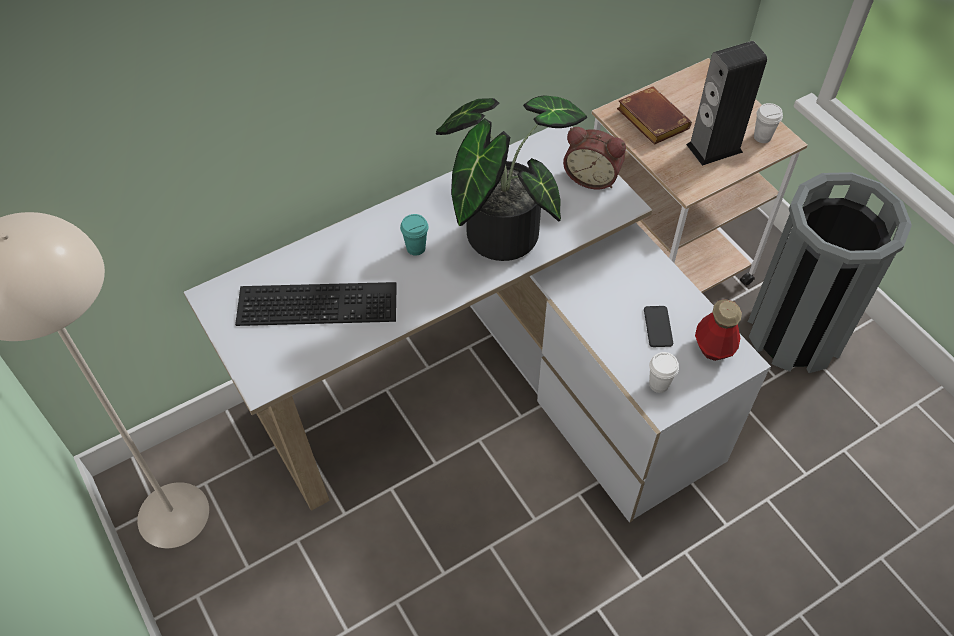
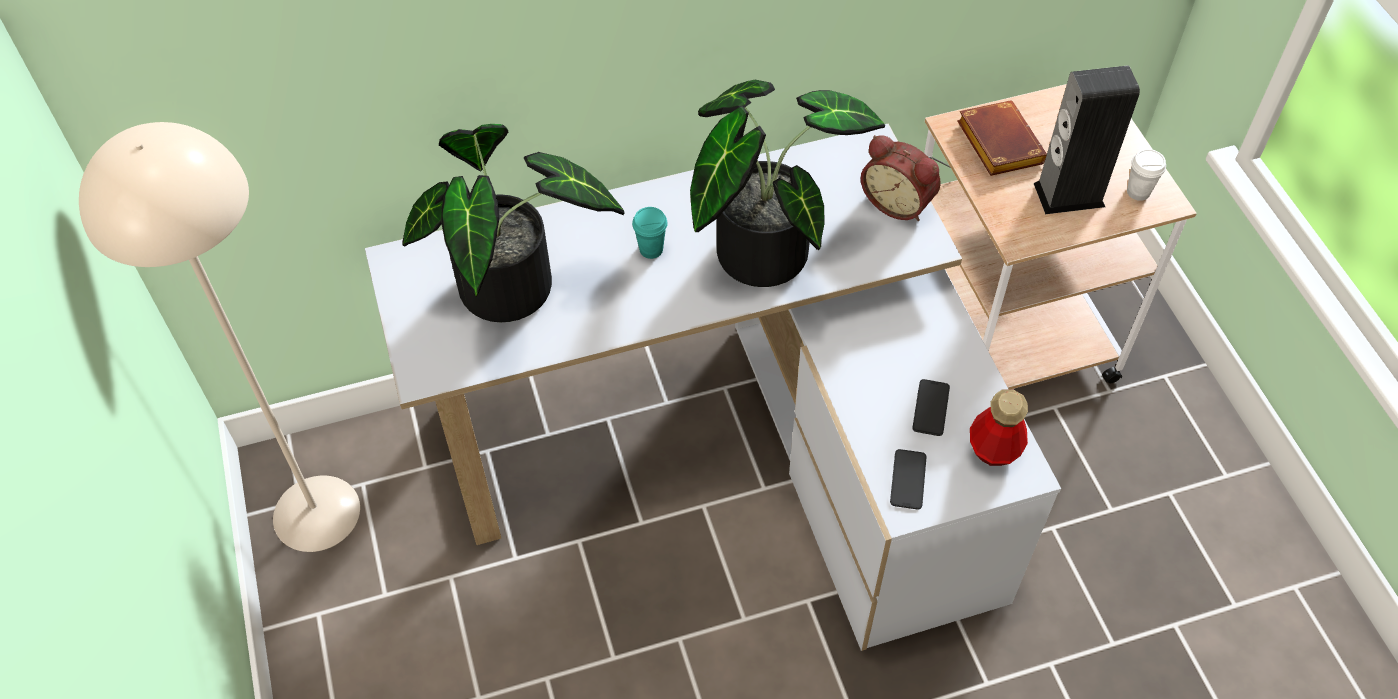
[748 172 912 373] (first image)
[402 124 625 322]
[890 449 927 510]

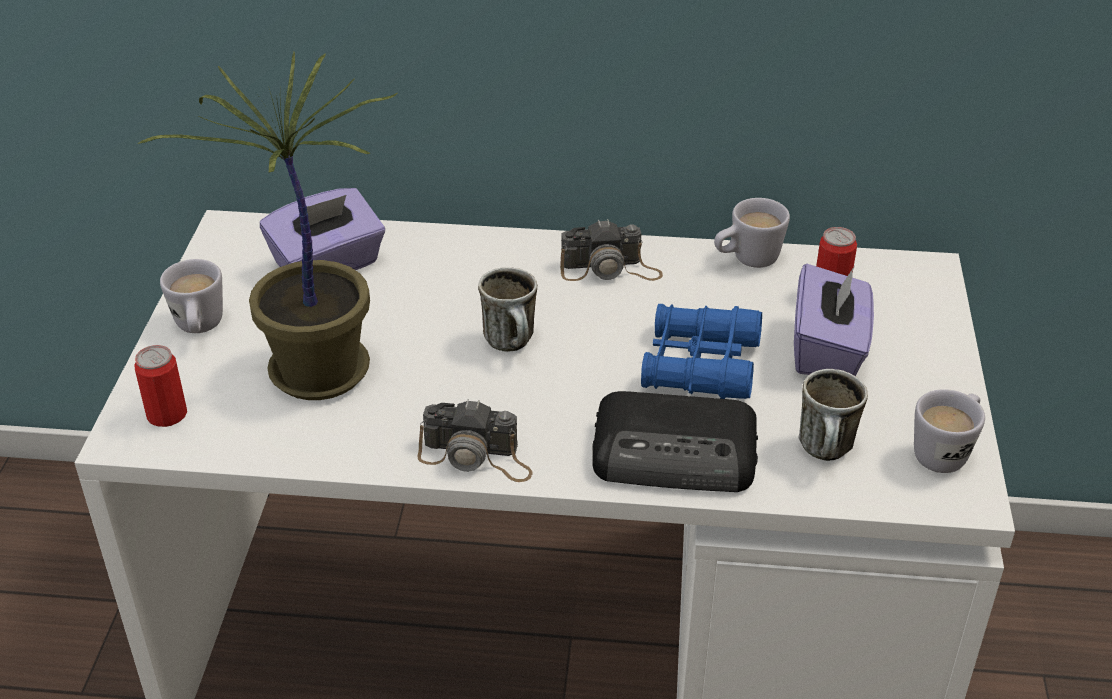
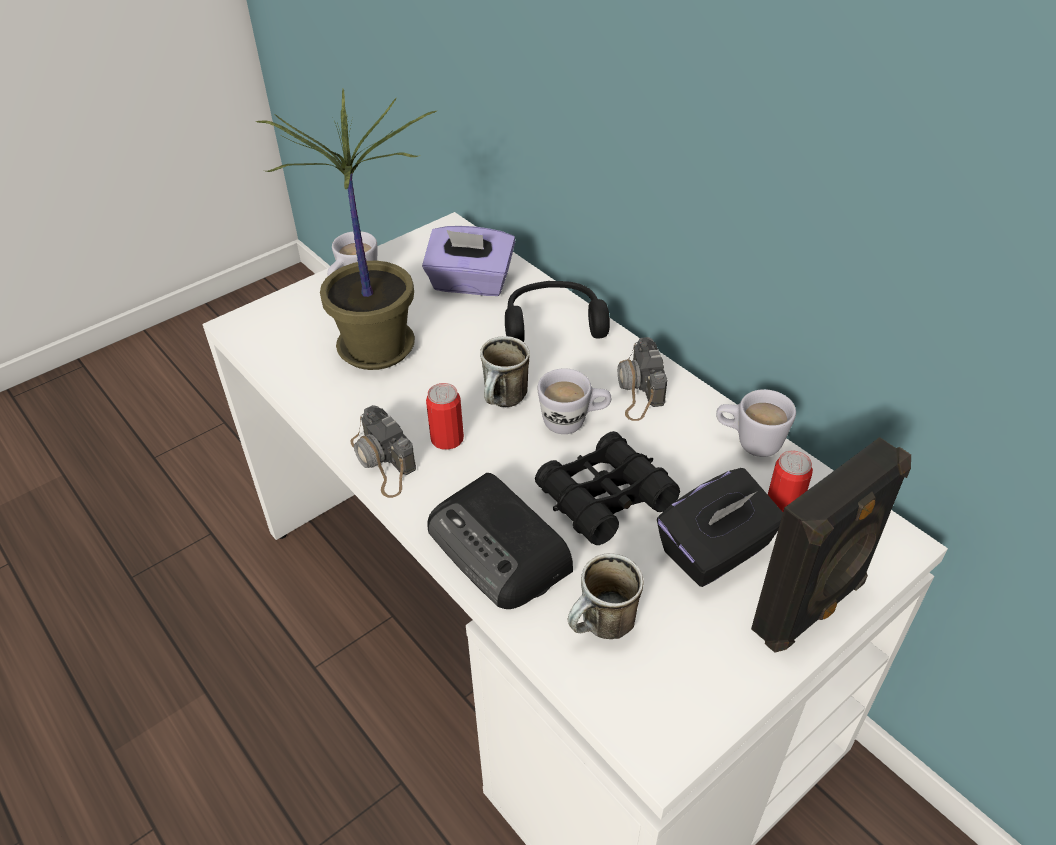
[505 281 610 342]
[751 437 911 653]
[426 383 464 450]
[538 369 611 434]
[535 431 680 545]
[657 468 783 587]
[618 337 667 421]

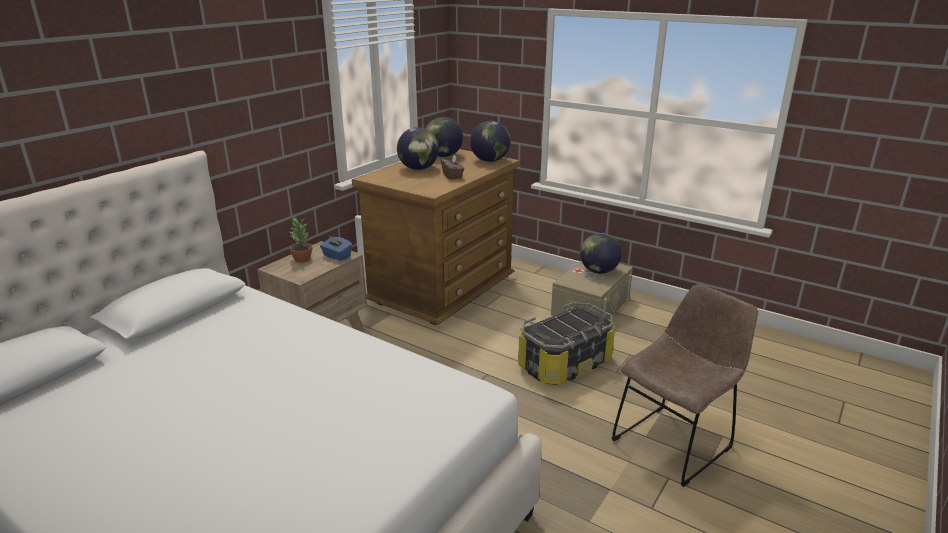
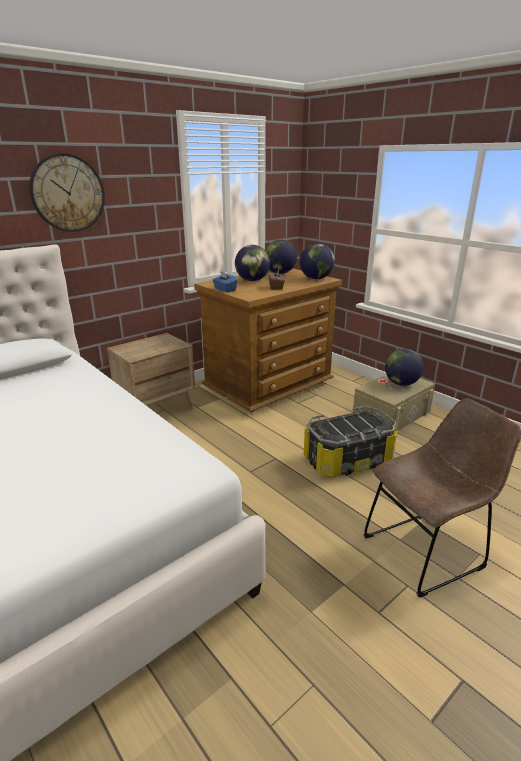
[290 216 313 263] (first image)
[29 153 105 232]
[213 271 238 292]

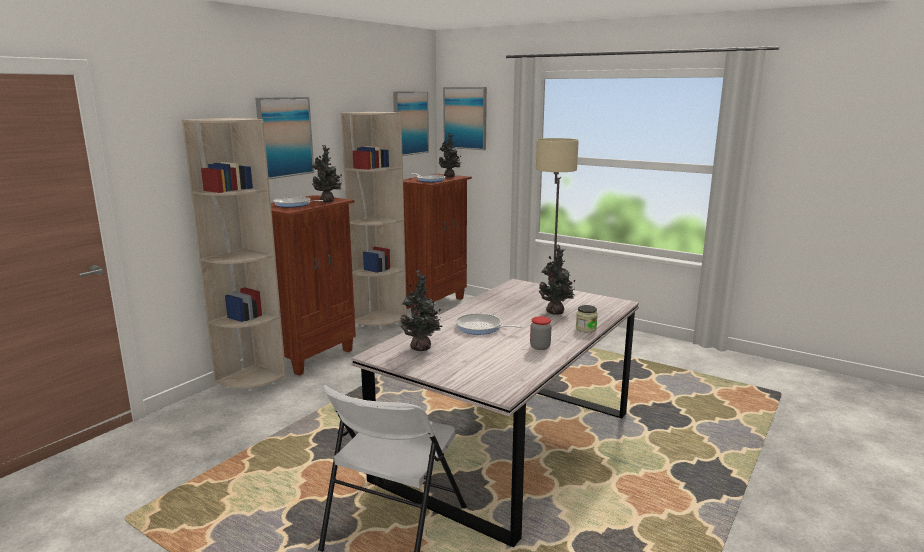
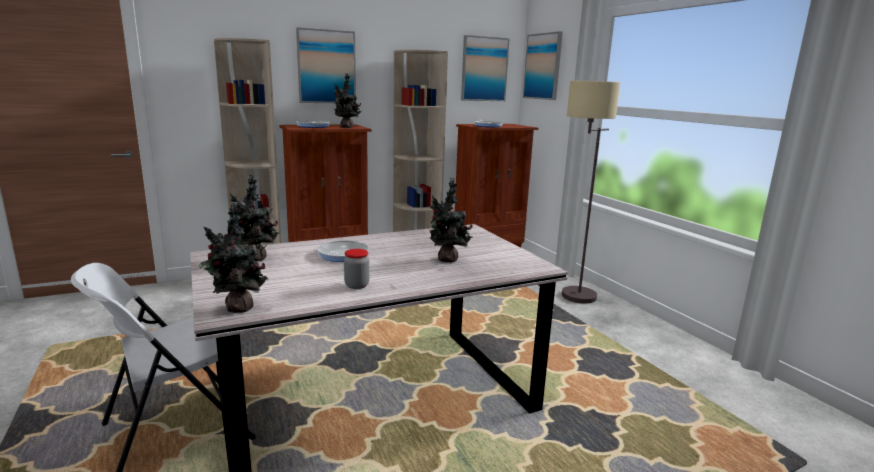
[576 305 598 332] (first image)
[199 202 268 313]

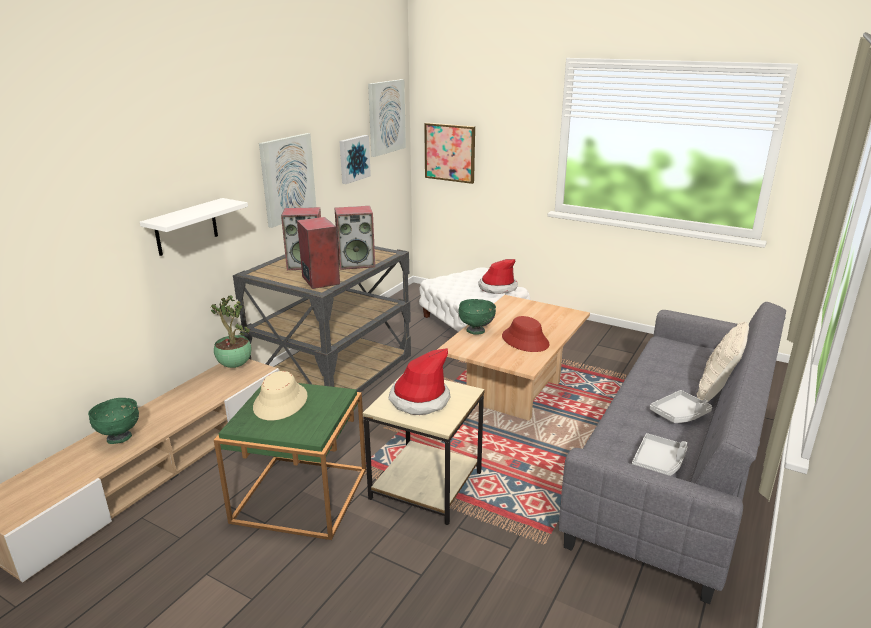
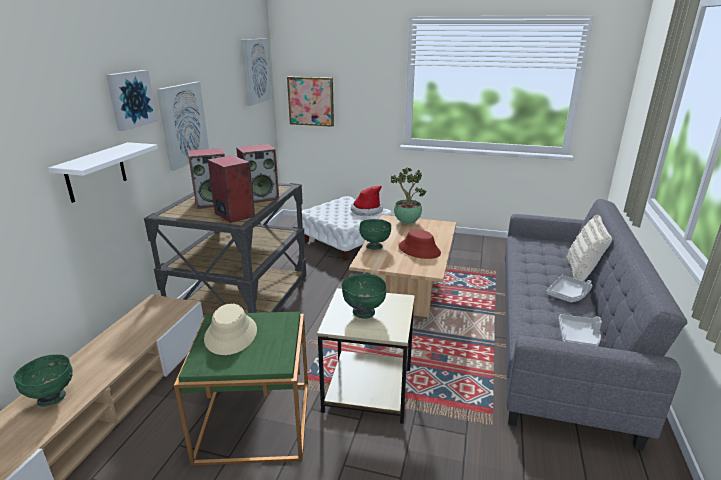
[391 167 426 224]
[106 70 157 131]
[342 274 387 319]

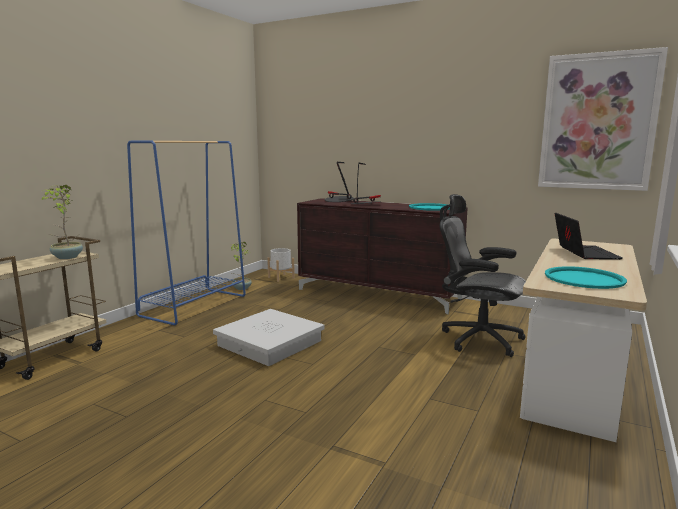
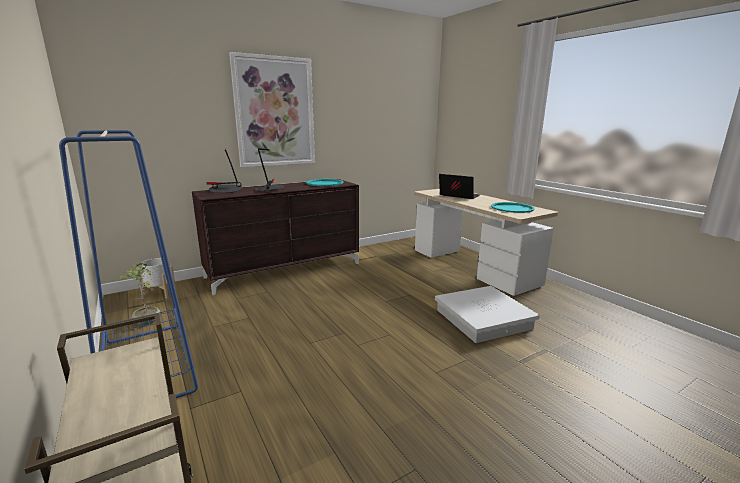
[42 185 83 259] (first image)
[439 194 526 357] (first image)
[435 286 540 343]
[229 52 315 167]

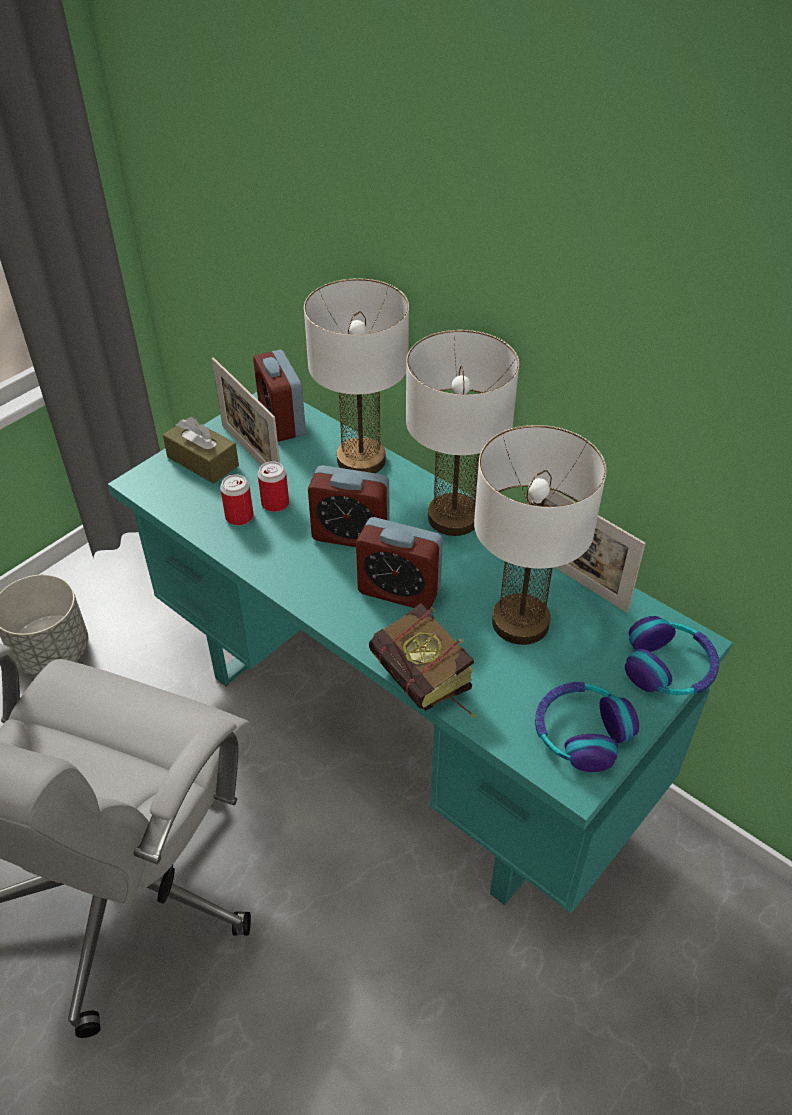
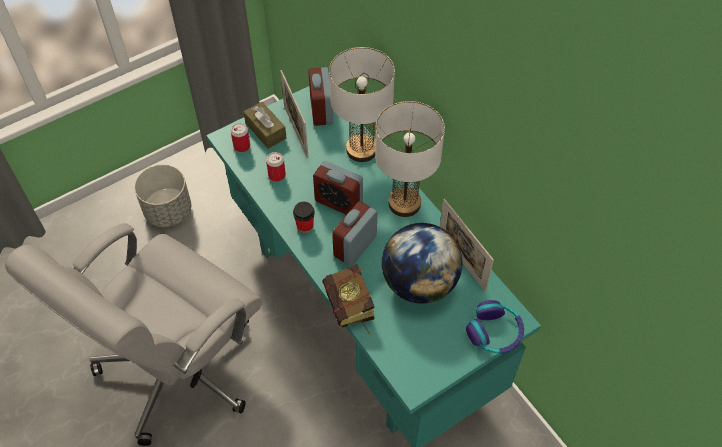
[535 682 639 772] (first image)
[293 202 315 233]
[231 123 250 152]
[382 223 462 304]
[332 201 377 266]

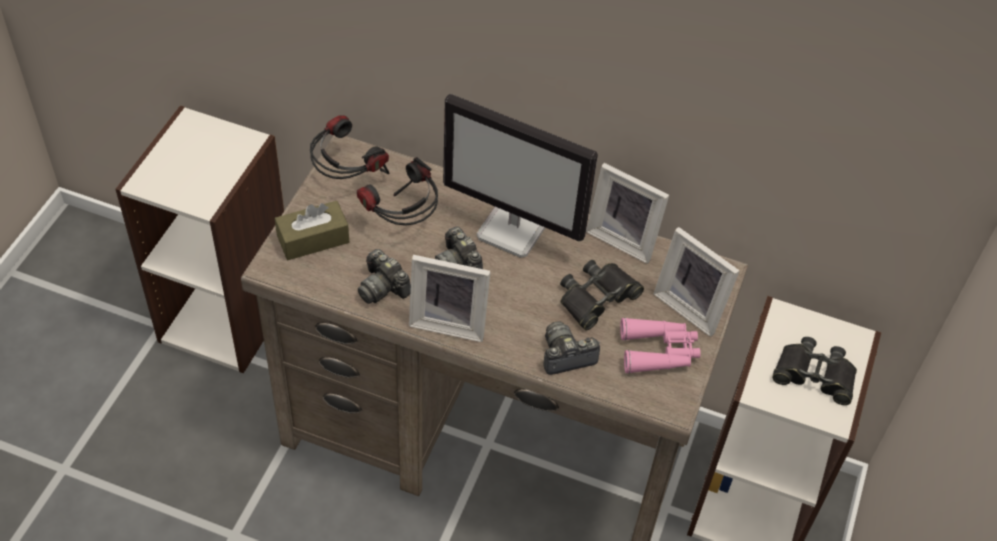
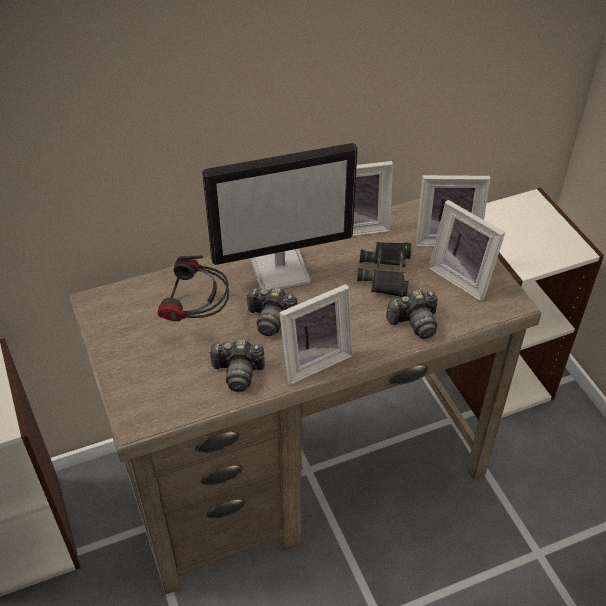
[275 201 349 260] (first image)
[310 115 390 179] (first image)
[772 337 857 405] (first image)
[429 200 505 302]
[386 290 438 339]

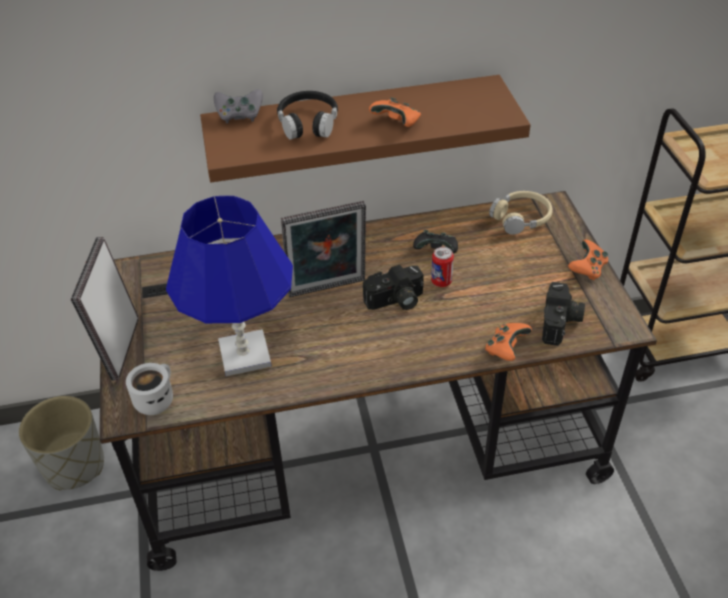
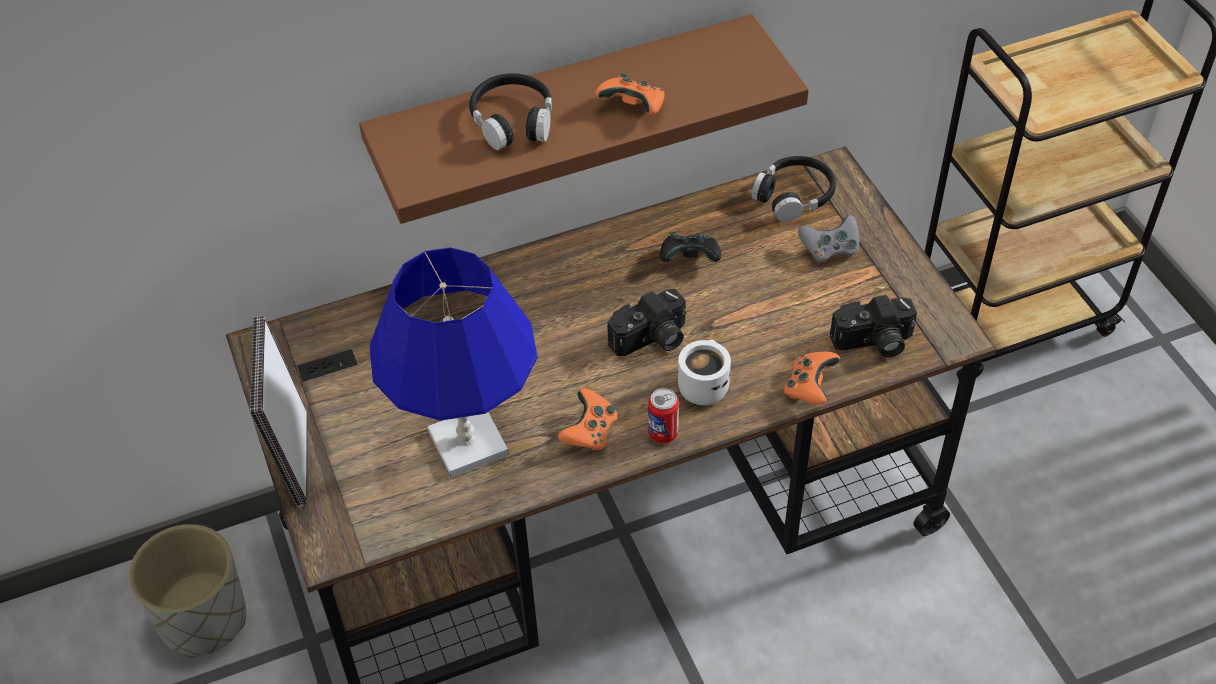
[281 201 366 298] (first image)
[678 340 731 405]
[798 215 859 264]
[648 388 679 443]
[558 389 618 451]
[751 156 836 222]
[830 295 917 357]

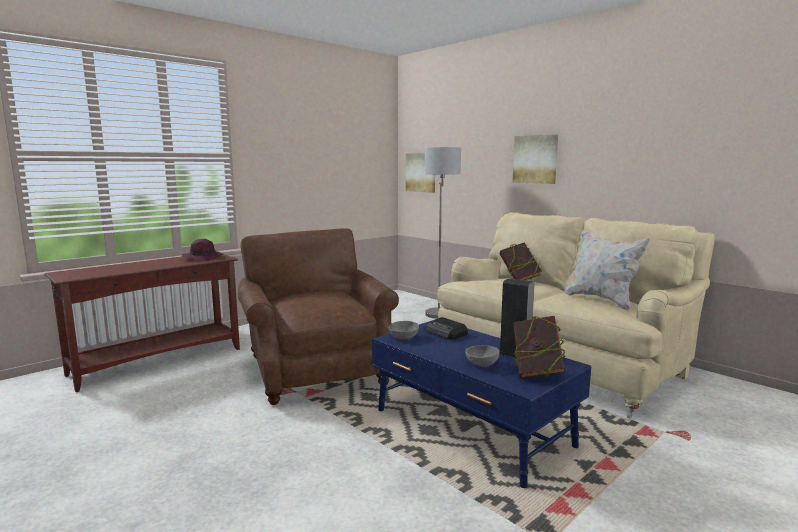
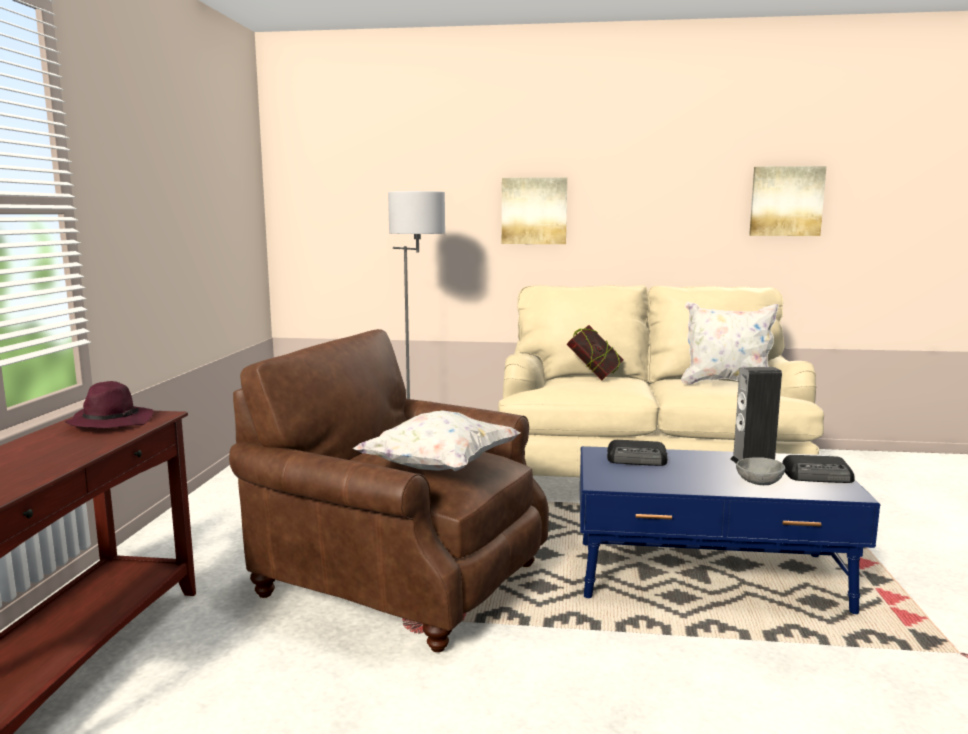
[389 321 419 339] (first image)
[353 410 520 471]
[749 166 827 236]
[782 455 855 483]

